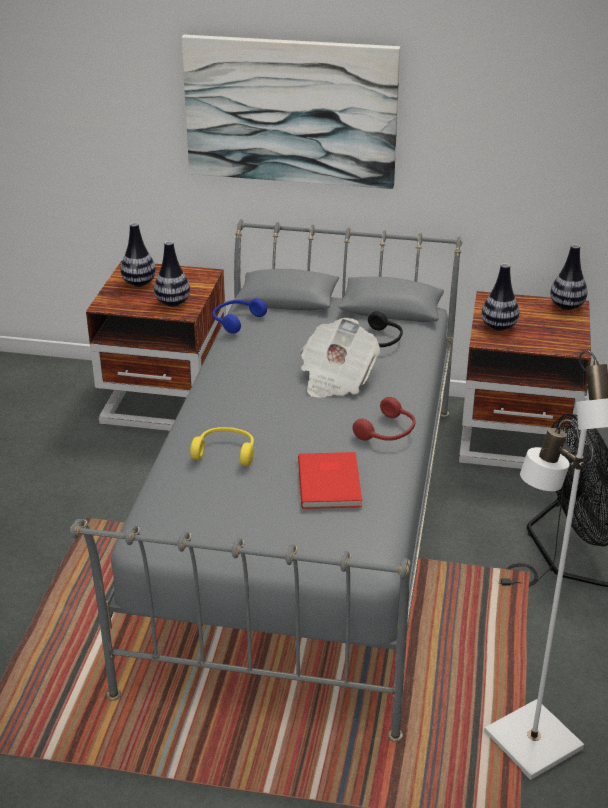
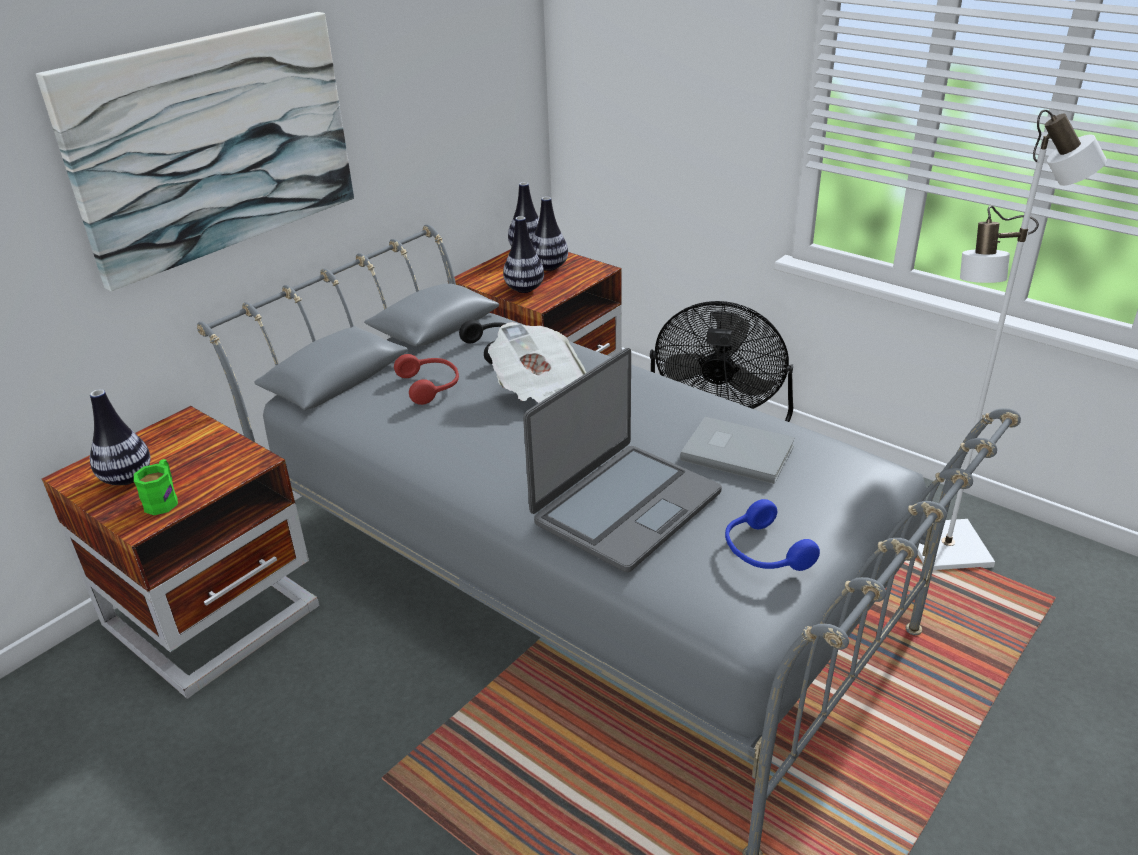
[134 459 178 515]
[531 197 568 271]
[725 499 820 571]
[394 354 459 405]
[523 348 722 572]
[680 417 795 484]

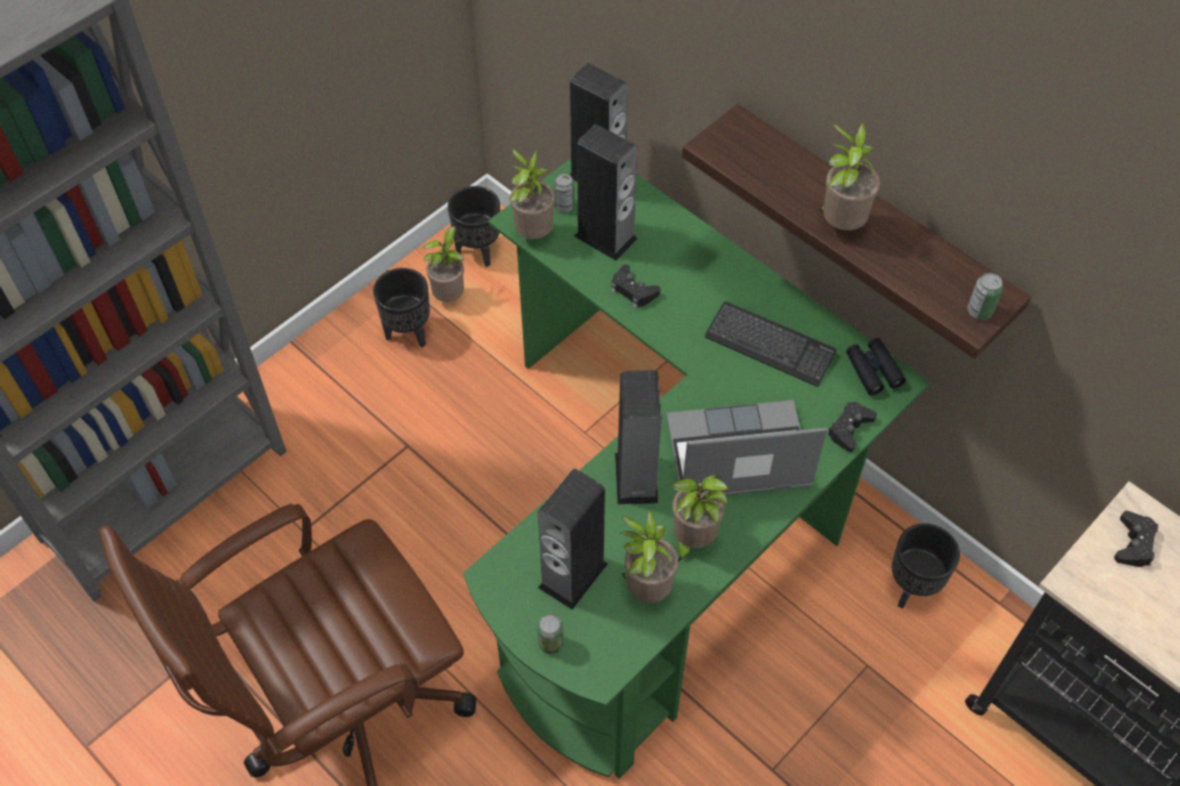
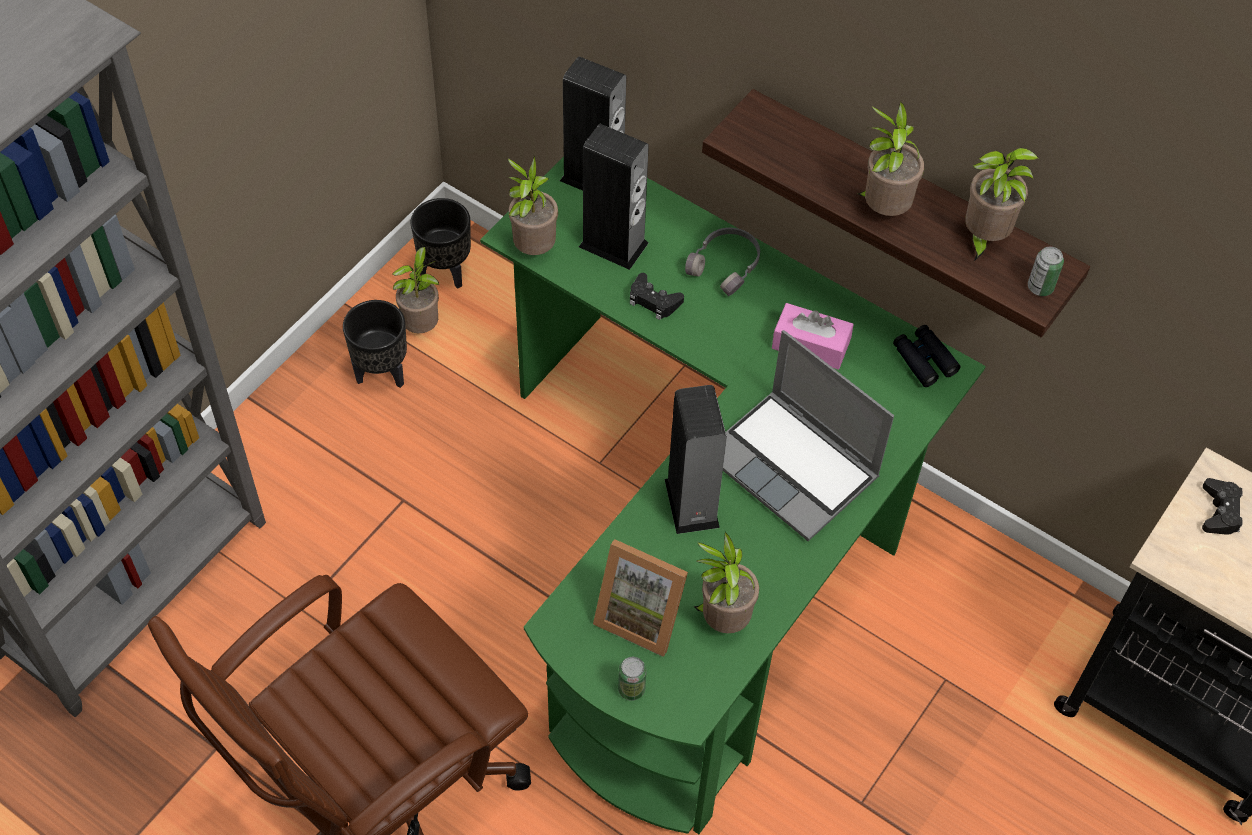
[553 173 575 212] (first image)
[827 402 877 452] (first image)
[892 524 960 609] (first image)
[685 228 760 296]
[965 148 1039 262]
[593 539 688 657]
[772 303 854 370]
[723 330 894 541]

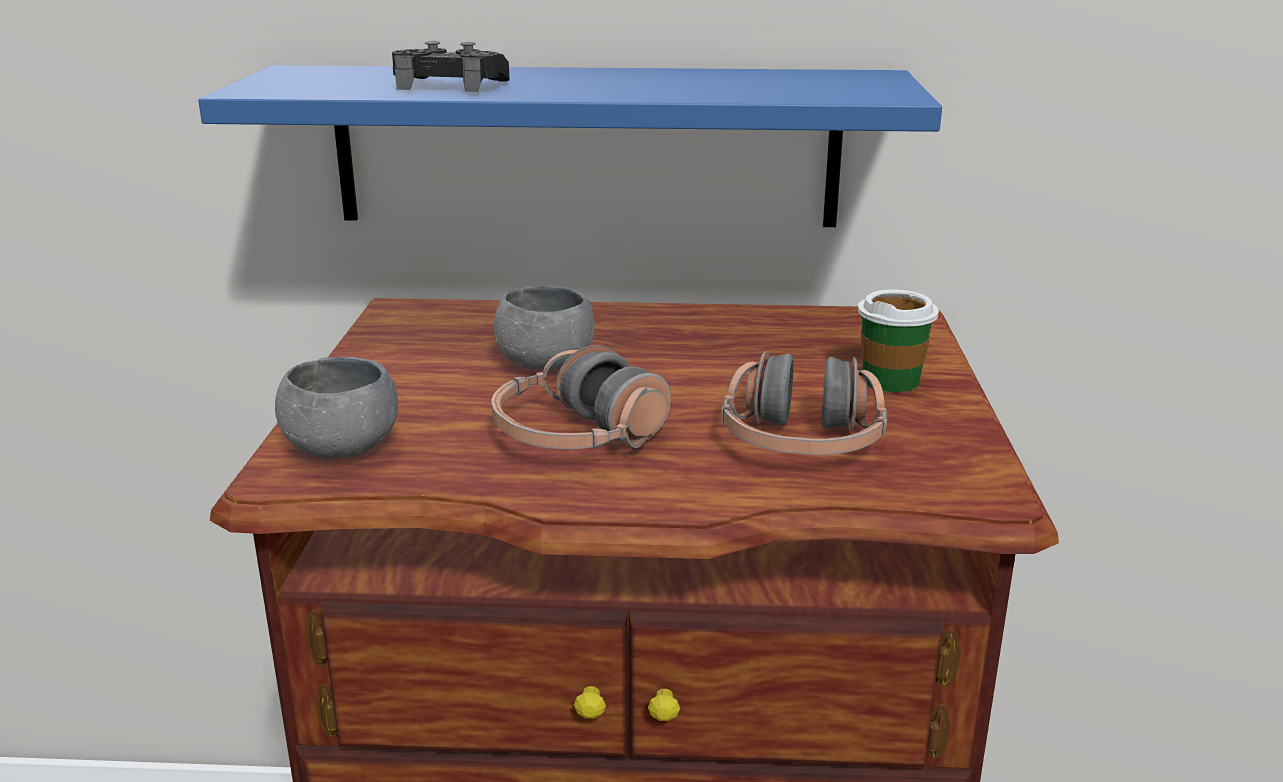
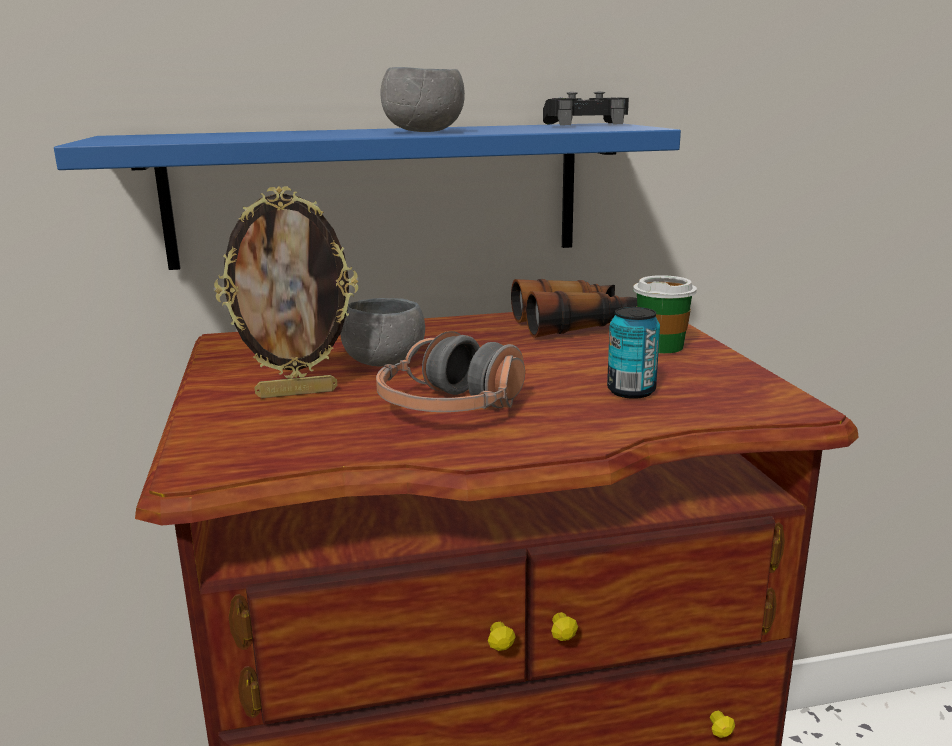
[214 186 358 398]
[511 279 637 338]
[381 67 465 132]
[543 91 629 125]
[607 307 660 399]

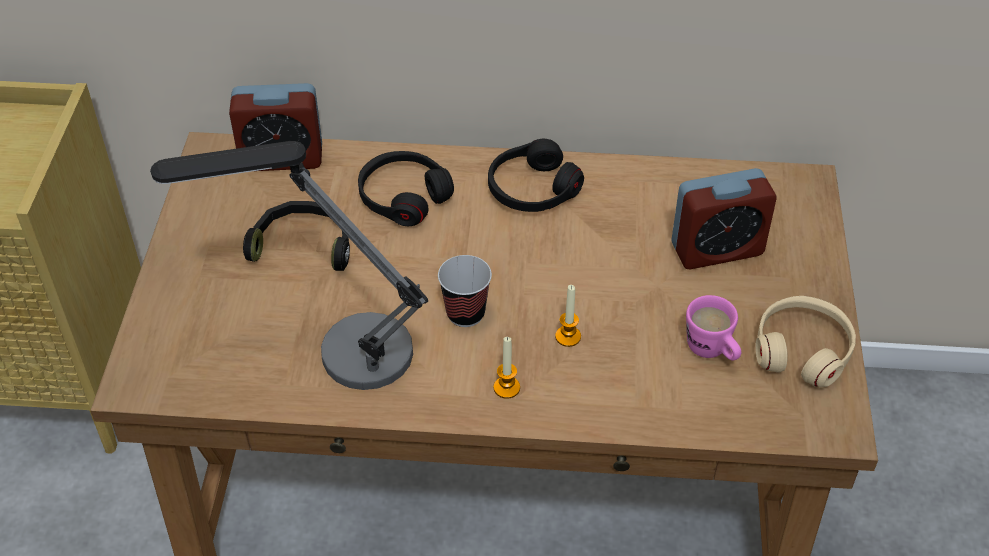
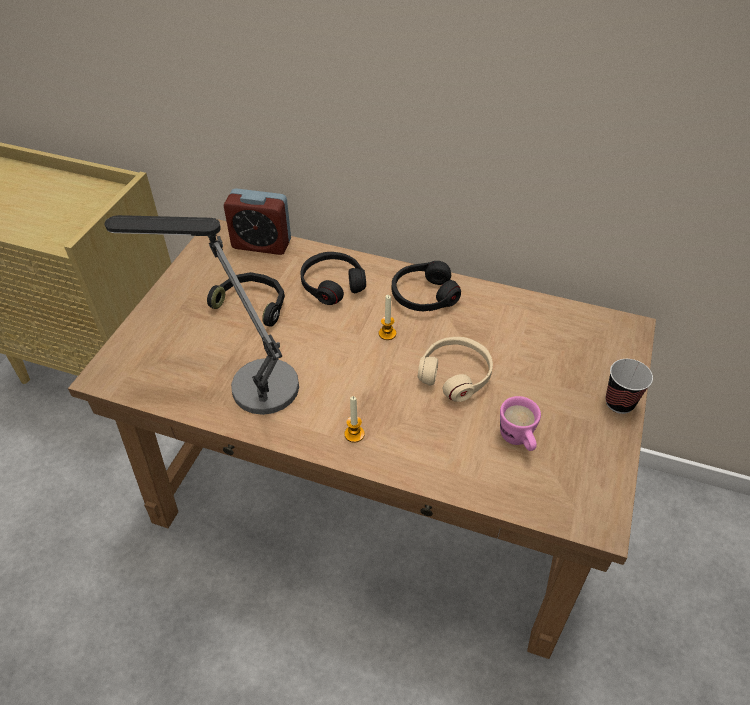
[671 168 777 269] (first image)
[605 359 653 414]
[379 295 396 340]
[418 337 493 402]

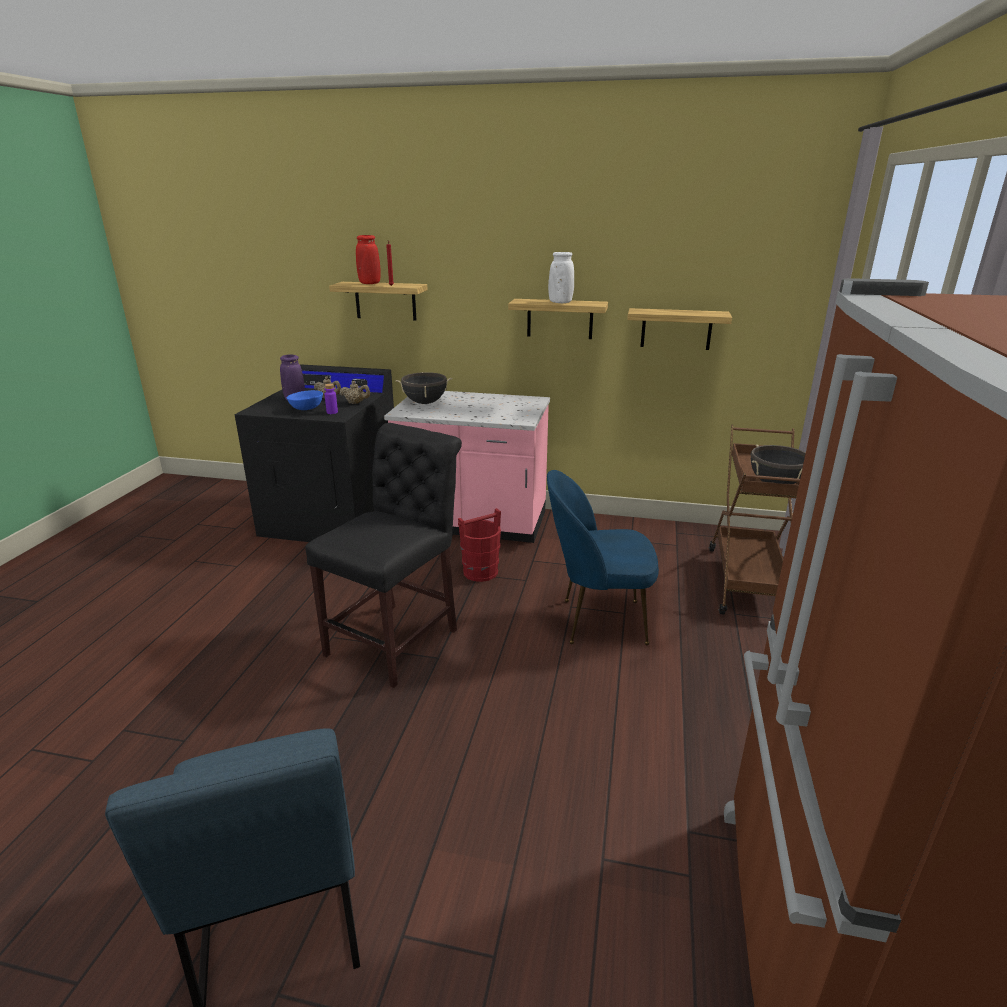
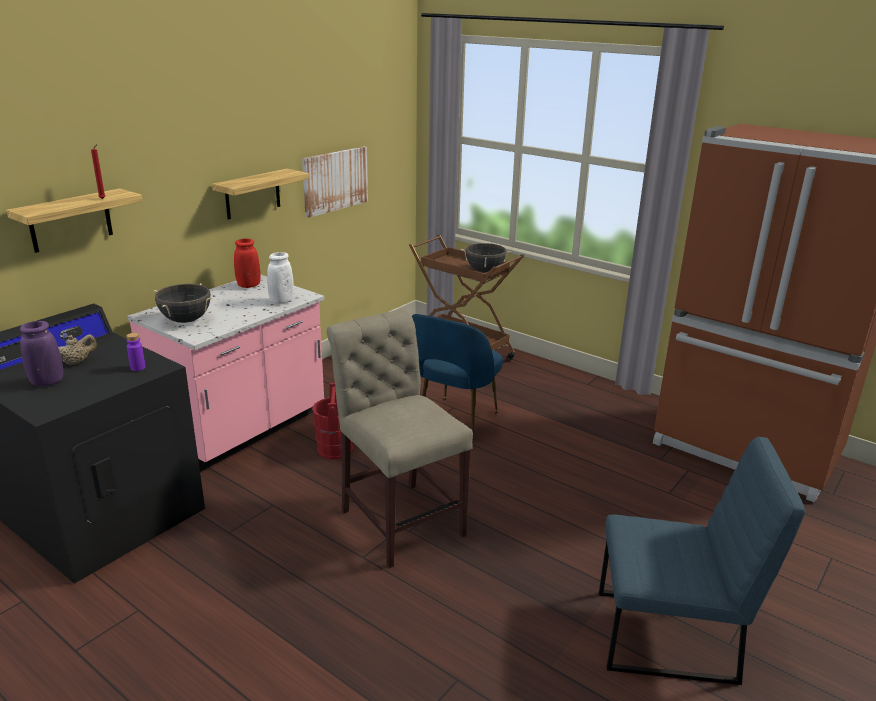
[287 390 323 410] (first image)
[340 381 370 404] (first image)
[234 238 261 288]
[267 252 294 304]
[302 146 368 218]
[327 309 473 568]

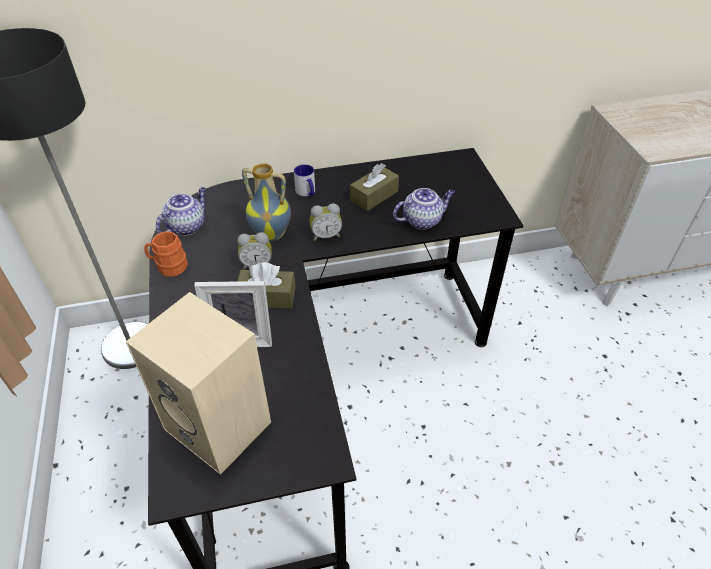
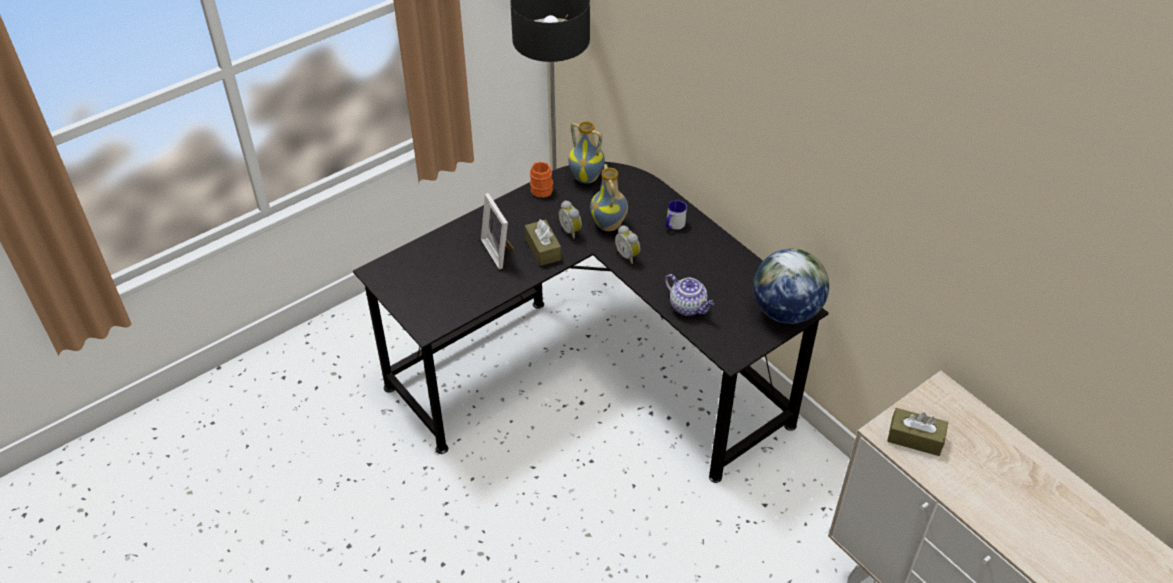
[126 292 271 475] (first image)
[753 249 829 324]
[887 408 948 456]
[568 121 605 184]

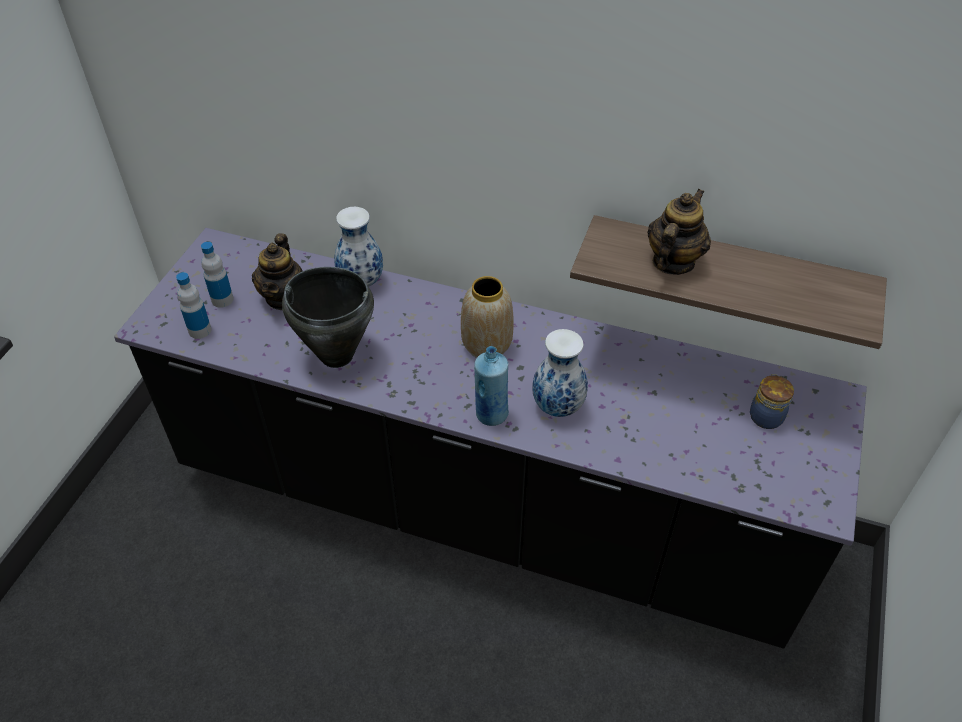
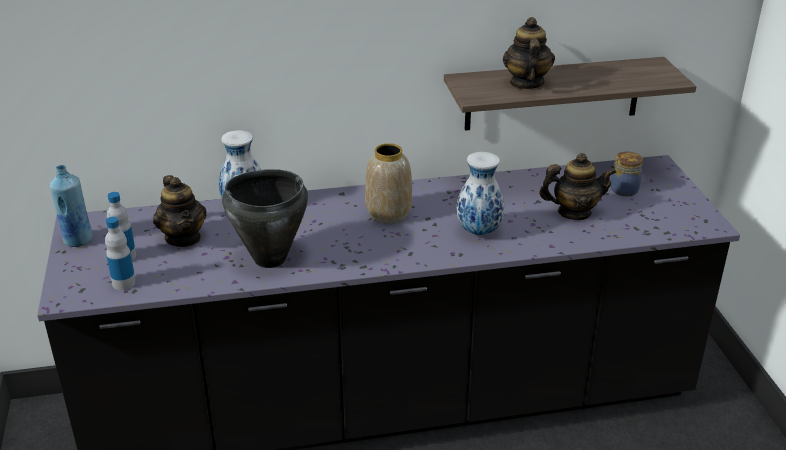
[539 153 617 220]
[50 165 93 247]

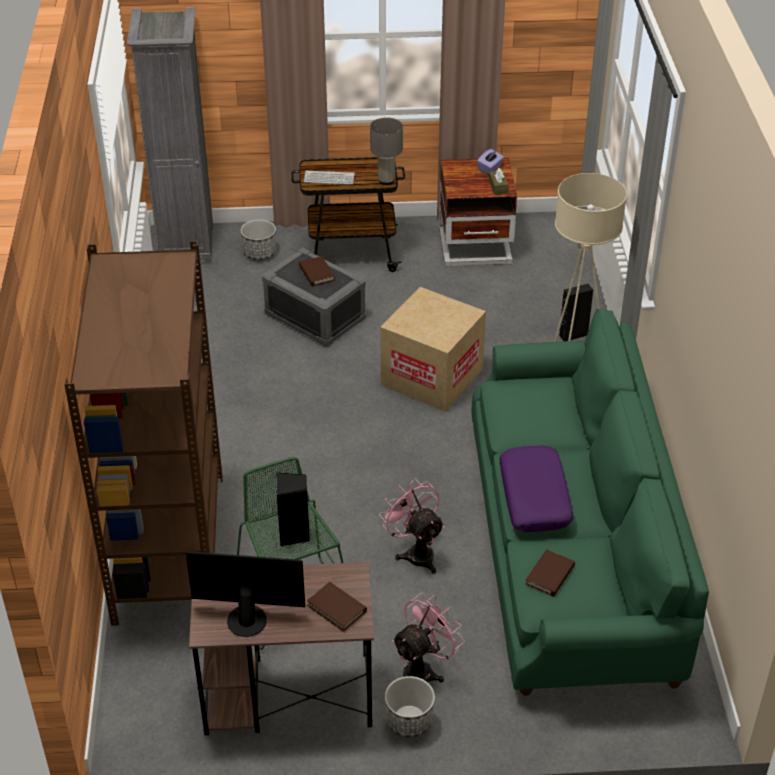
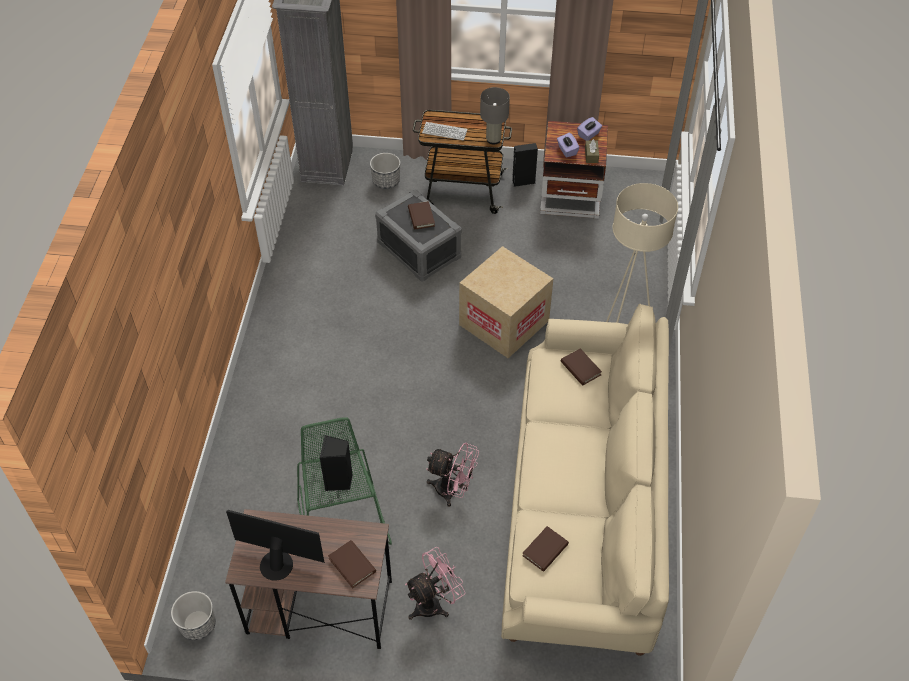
[64 241 223 626] (first image)
[499 446 574 532] (first image)
[557 133 579 158]
[561 348 602 386]
[171 591 216 640]
[512 143 538 187]
[501 304 669 656]
[426 442 479 507]

